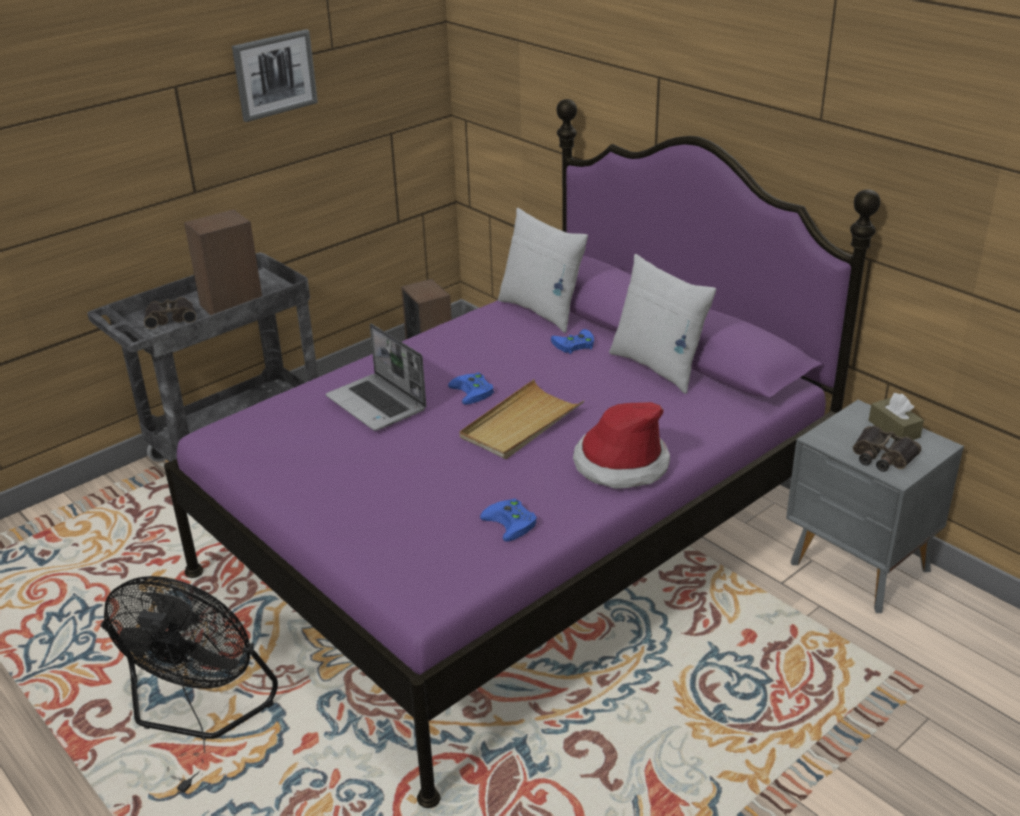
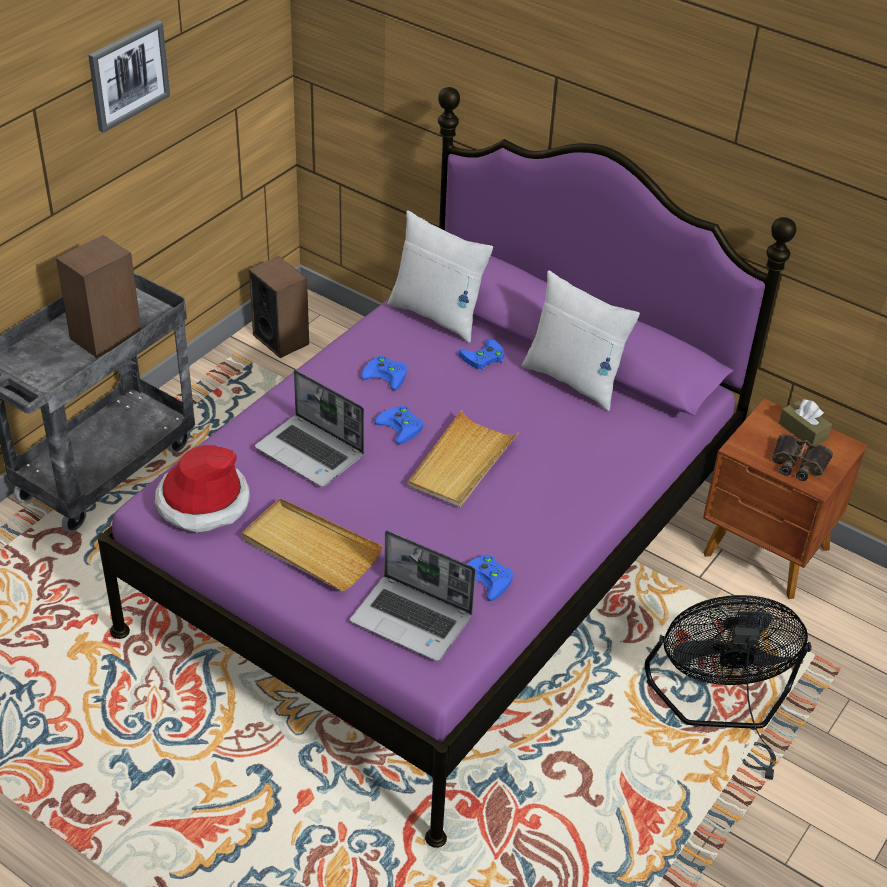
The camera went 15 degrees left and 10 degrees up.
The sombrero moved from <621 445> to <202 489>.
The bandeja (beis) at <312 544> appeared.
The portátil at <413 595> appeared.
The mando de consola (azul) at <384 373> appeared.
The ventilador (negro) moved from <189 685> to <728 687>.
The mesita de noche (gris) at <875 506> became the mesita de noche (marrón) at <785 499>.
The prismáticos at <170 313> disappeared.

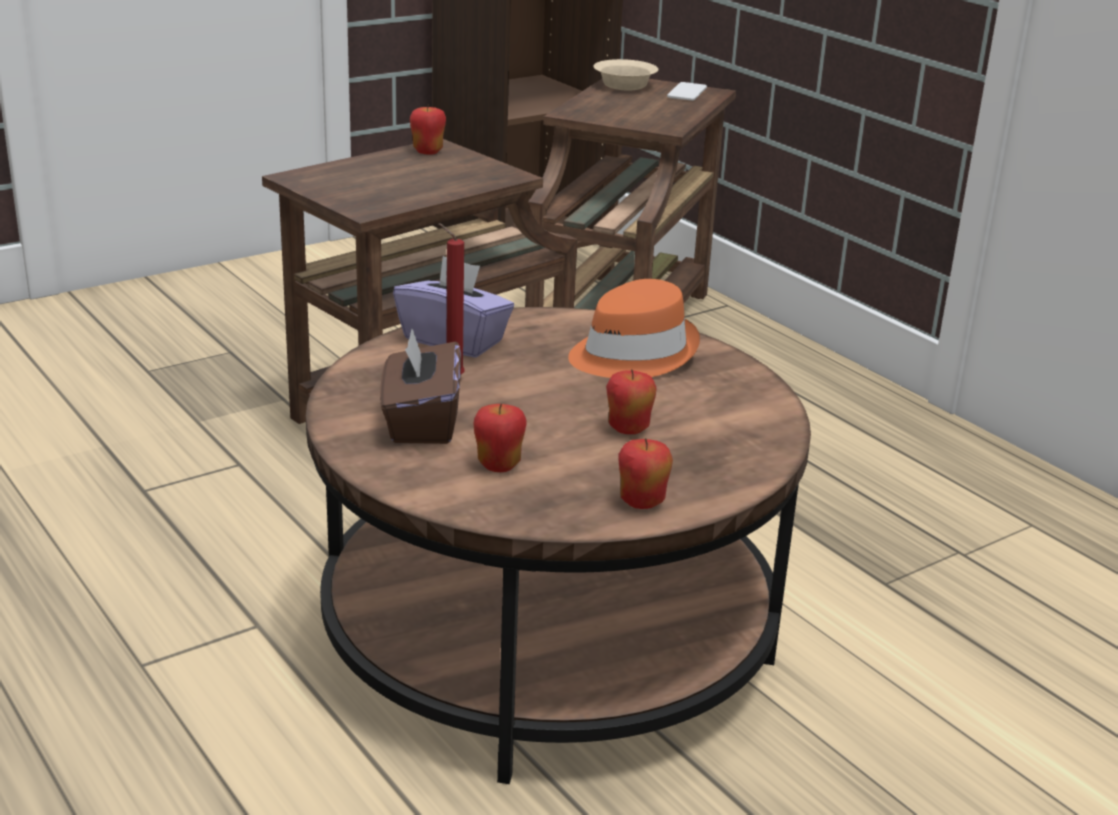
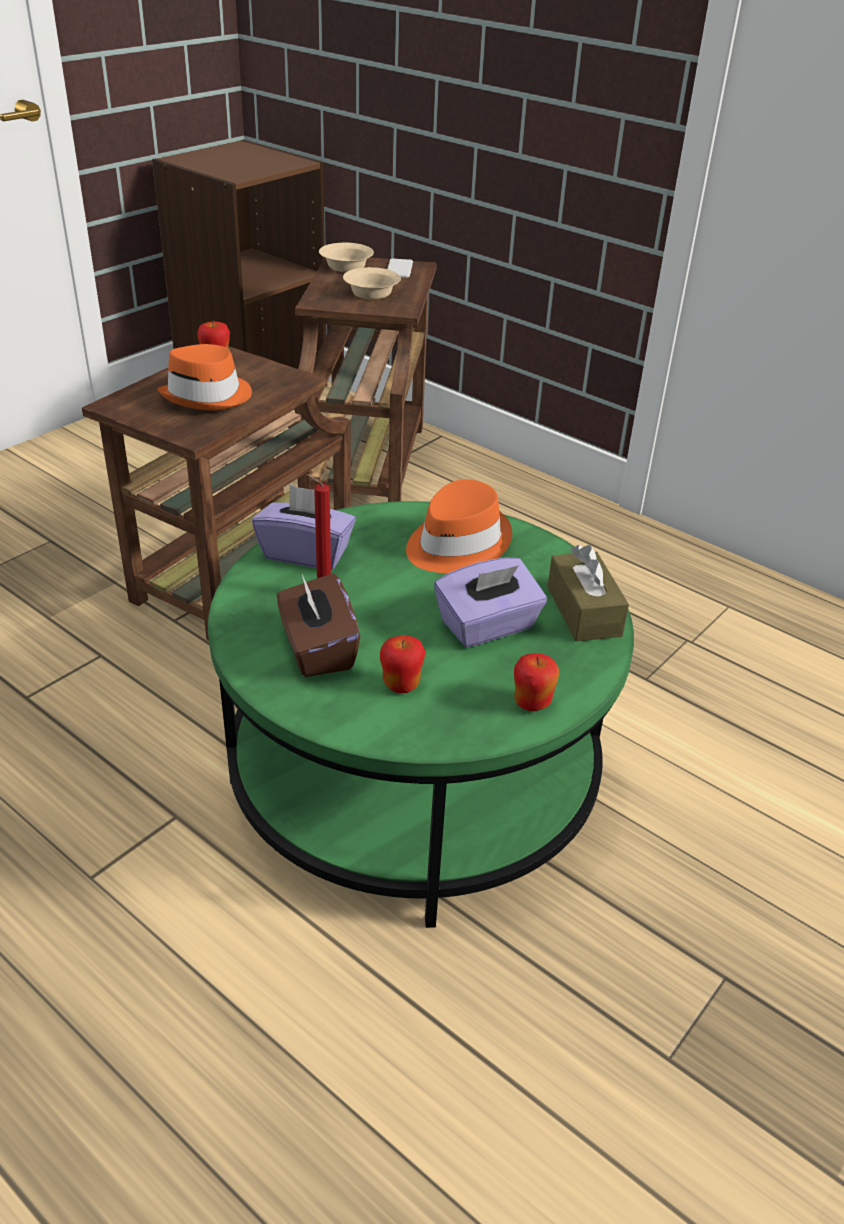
The camera went 15 degrees left and 10 degrees up.
The sombrero (naranja) at <204 377> appeared.
The mesa de centro (marrón) at <558 545> became the mesa de centro (verde) at <421 714>.
The cuenco (beis) at <372 283> appeared.
The manzana at <631 401> was replaced by the caja de pañuelos (morado) at <490 602>.
The caja de pañuelos (marrón) at <588 593> appeared.

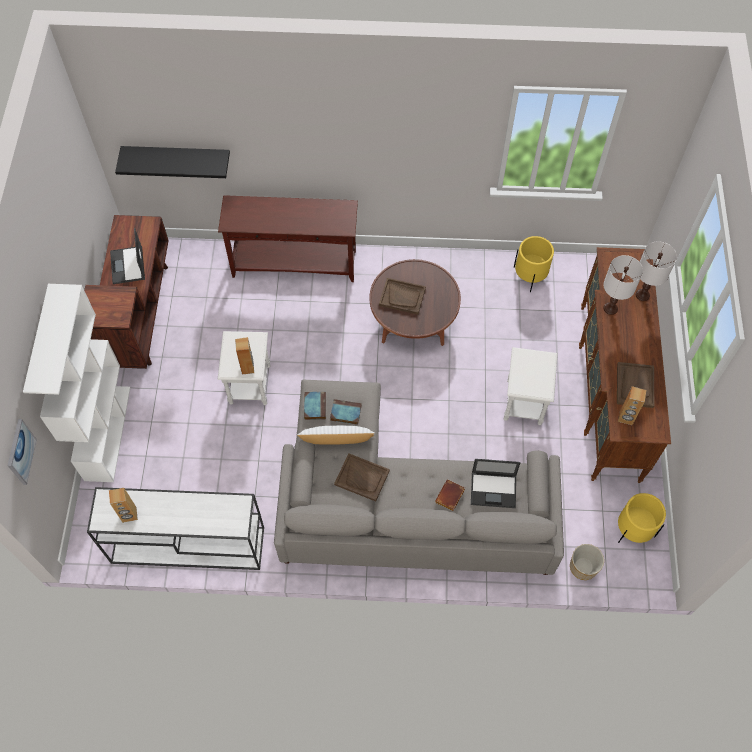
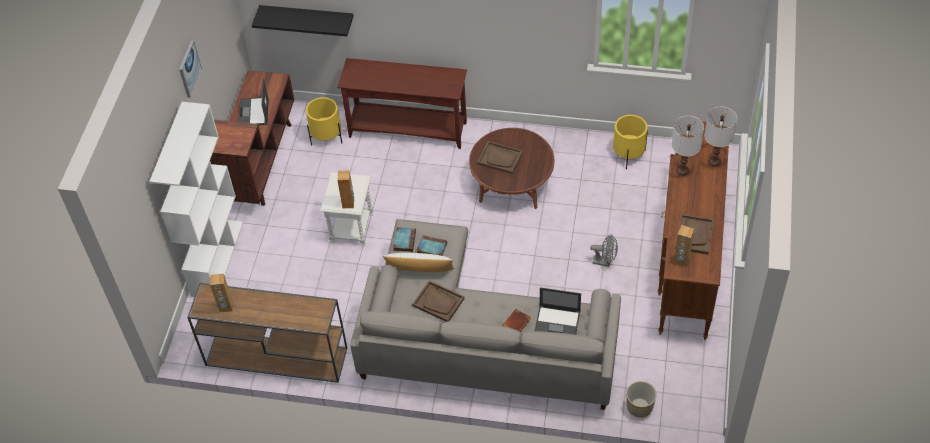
The camera went 10 degrees right and 10 degrees down.
The cuadro moved from <22 452> to <190 69>.
The mesa consola (blanco) at <175 528> became the mesa consola (marrón) at <267 333>.
The maceta (amarillo) moved from <642 518> to <324 121>.
The mesa auxiliar (blanco) at <531 386> was replaced by the ventilador (gris) at <604 250>.

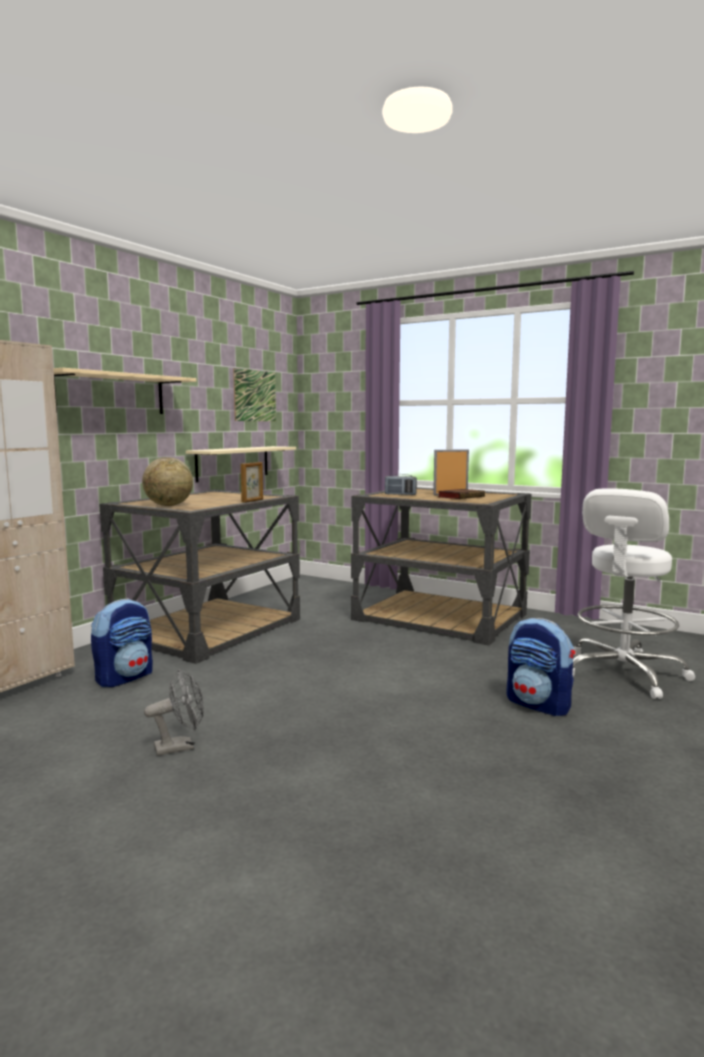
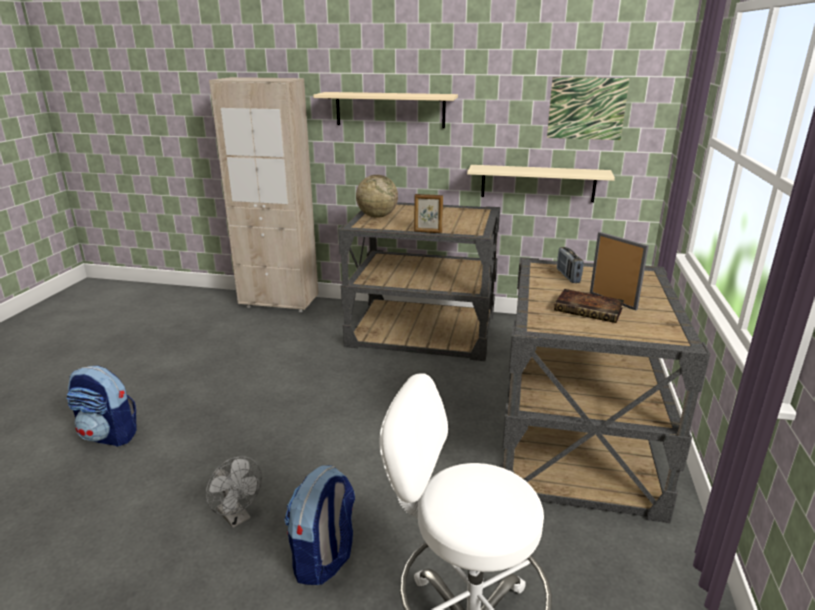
The camera went 70 degrees right and 15 degrees up.
The mochila moved from <122 642> to <102 406>.
The ventilador (gris) moved from <174 712> to <234 492>.

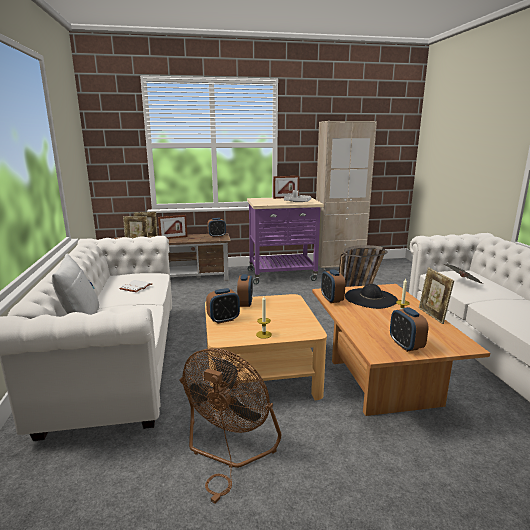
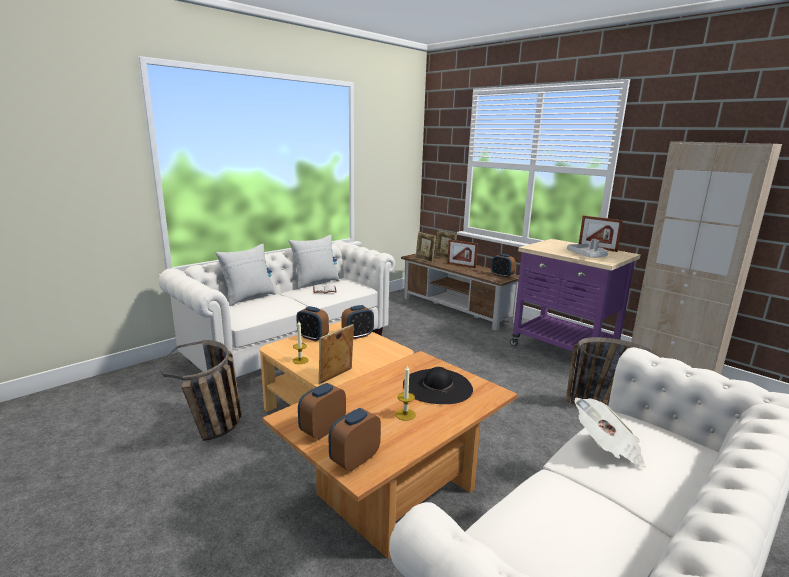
The camera went 55 degrees right and 0 degrees up.
The ventilador (marrón) at <230 426> was replaced by the cesta at <201 390>.
The cojín (gris) at <314 262> appeared.
The portarretratos moved from <436 295> to <336 354>.
The despertador moved from <333 286> to <355 439>.

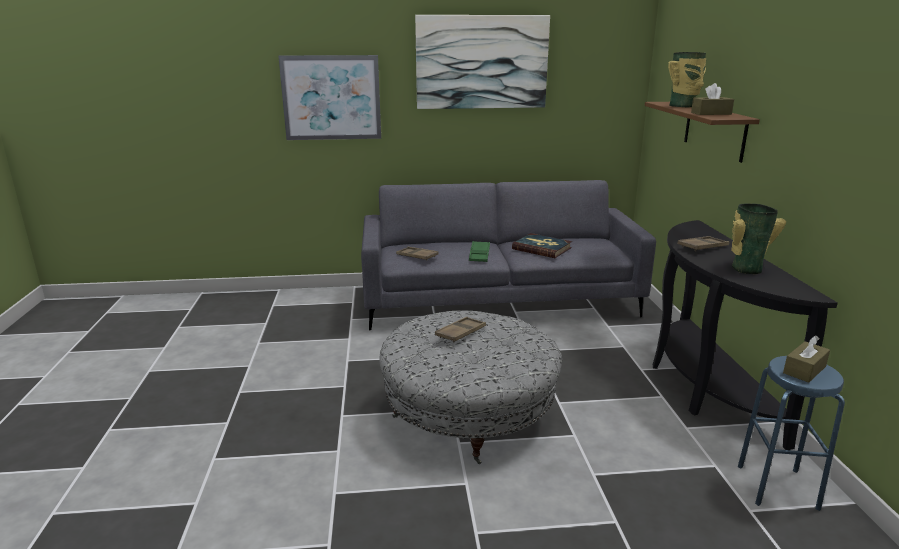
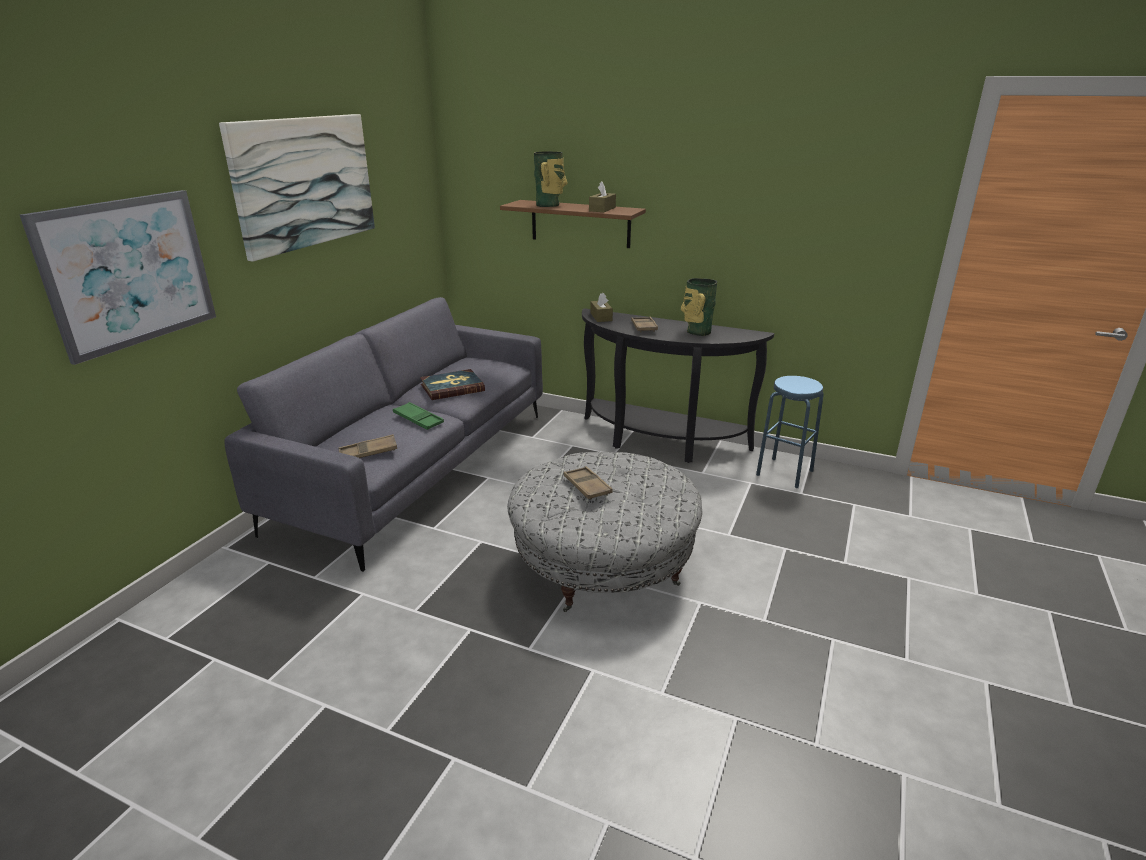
The camera went 60 degrees left and 5 degrees up.
The caja de pañuelos (marrón) moved from <806 359> to <601 307>.

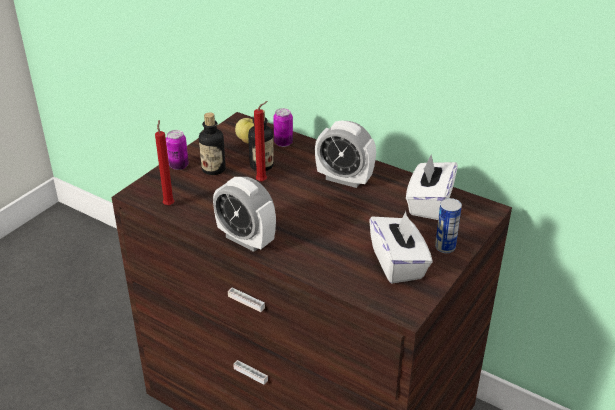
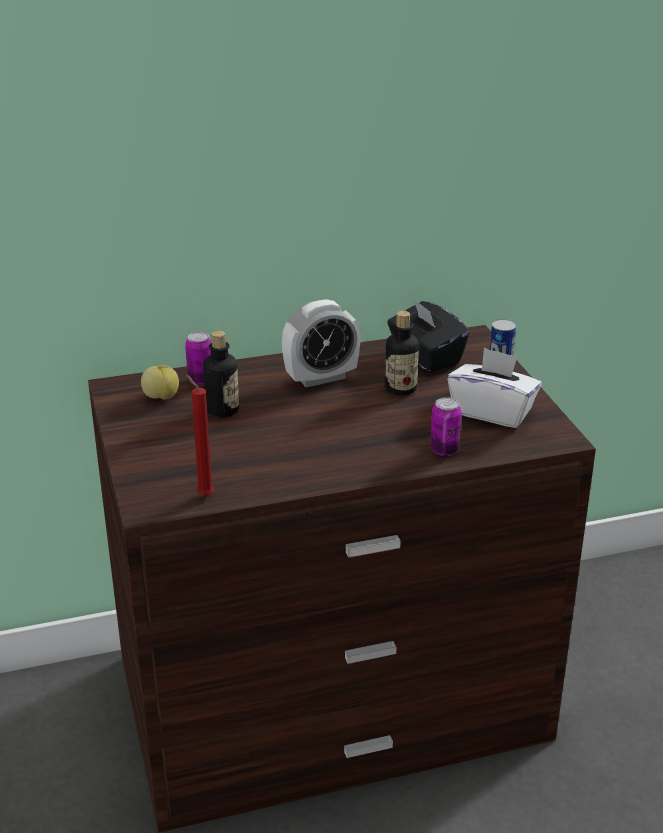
The camera went 50 degrees left and 5 degrees down.
The botella moved from <212 144> to <402 353>.
The caja de pañuelos (blanco) at <432 187> became the caja de pañuelos (negro) at <428 335>.
The lata moved from <177 150> to <446 426>.
The despertador at <244 214> disappeared.
The vela (rojo) at <261 141> disappeared.

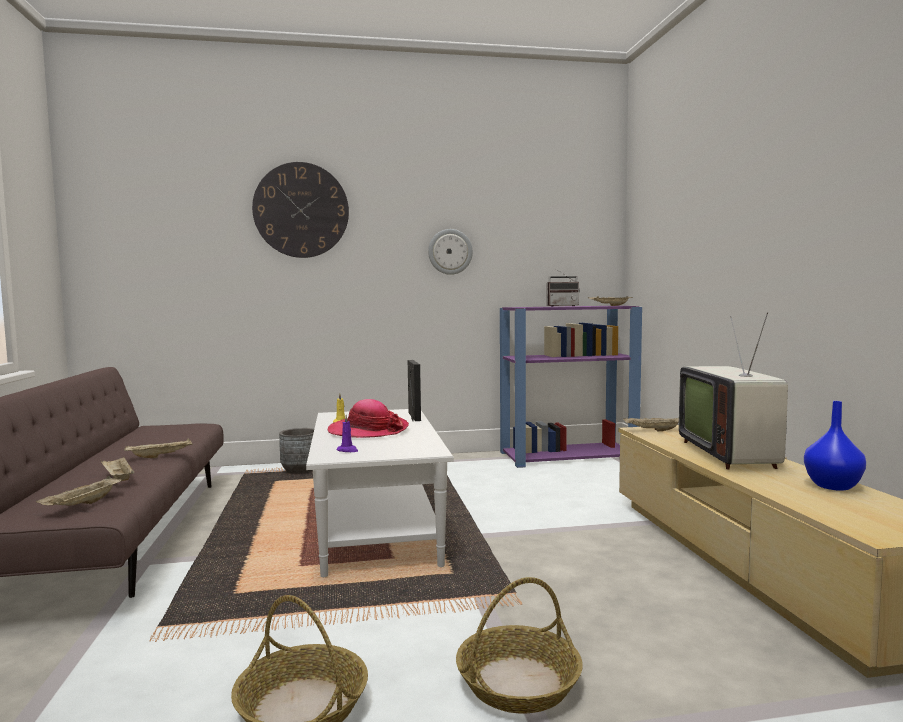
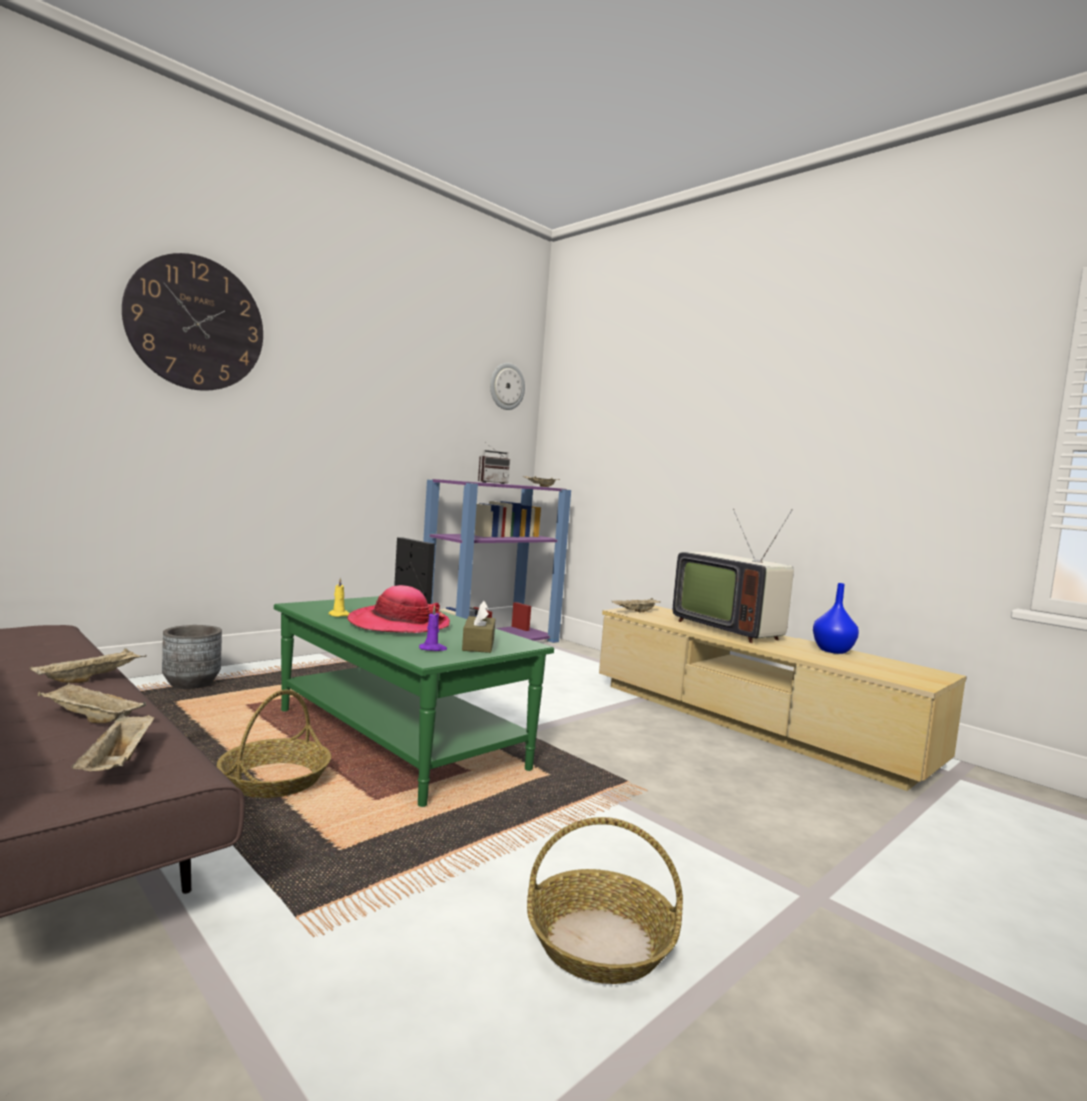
The camera went 35 degrees left and 0 degrees up.
The cesta moved from <519 645> to <274 744>.
The mesa de centro (blanco) at <380 493> became the mesa de centro (verde) at <414 701>.
The caja de pañuelos (marrón) at <478 627> appeared.
The reloj de pared moved from <450 252> to <507 386>.

